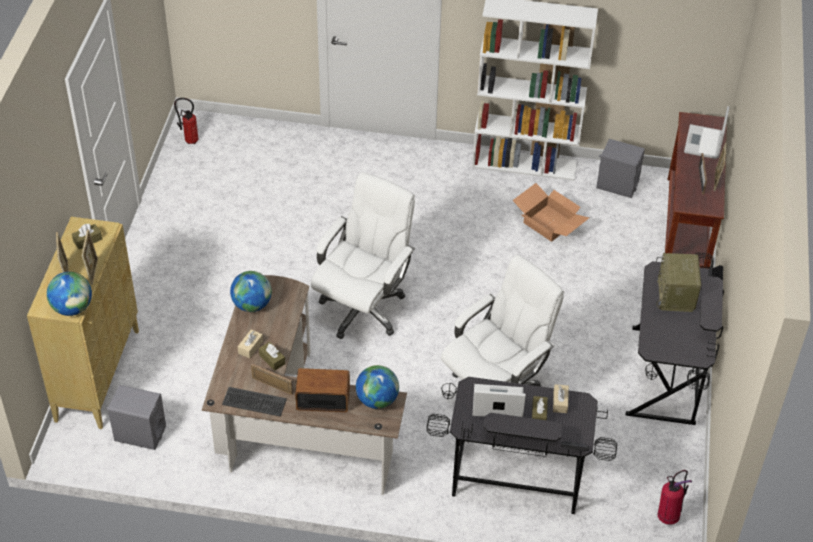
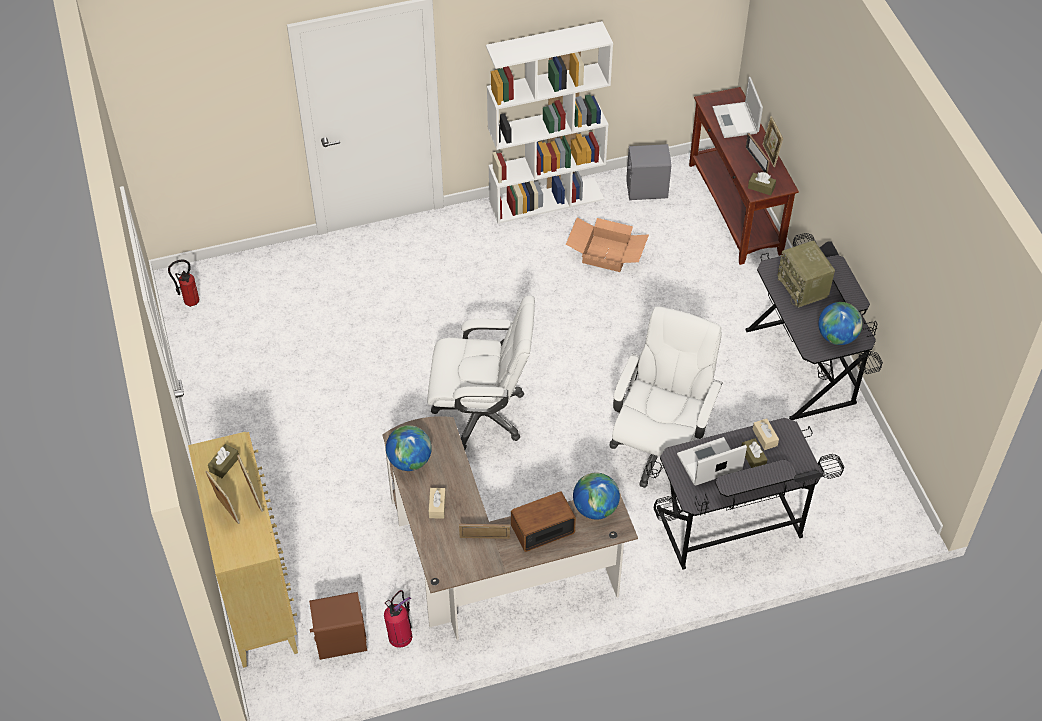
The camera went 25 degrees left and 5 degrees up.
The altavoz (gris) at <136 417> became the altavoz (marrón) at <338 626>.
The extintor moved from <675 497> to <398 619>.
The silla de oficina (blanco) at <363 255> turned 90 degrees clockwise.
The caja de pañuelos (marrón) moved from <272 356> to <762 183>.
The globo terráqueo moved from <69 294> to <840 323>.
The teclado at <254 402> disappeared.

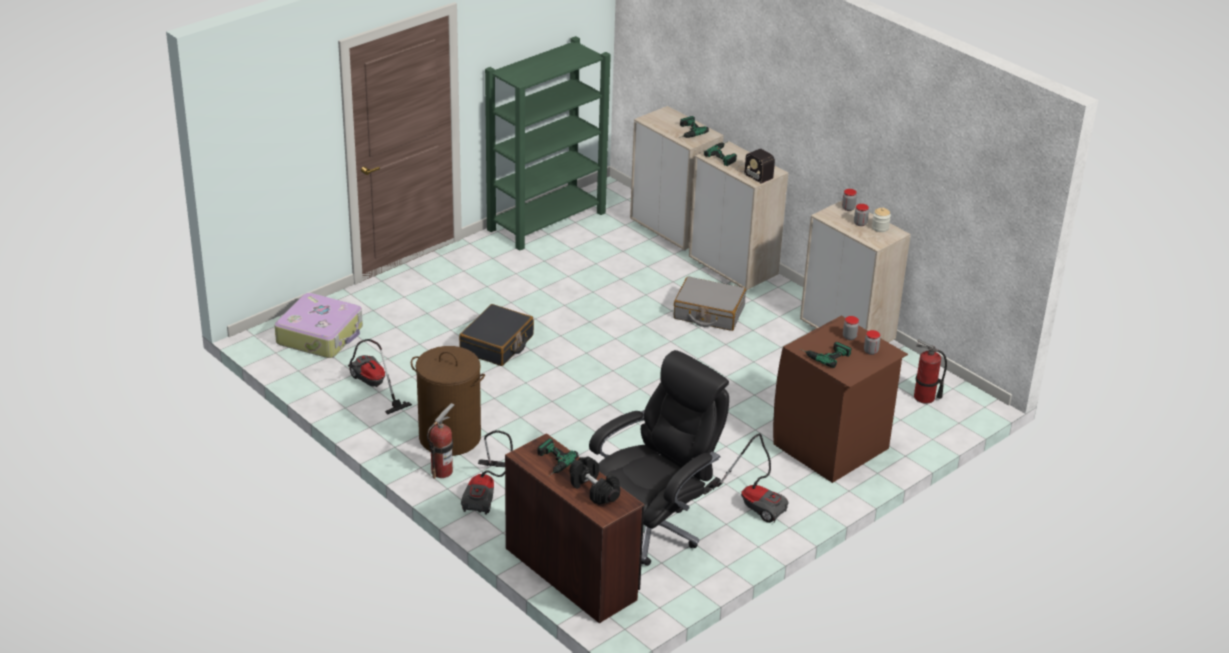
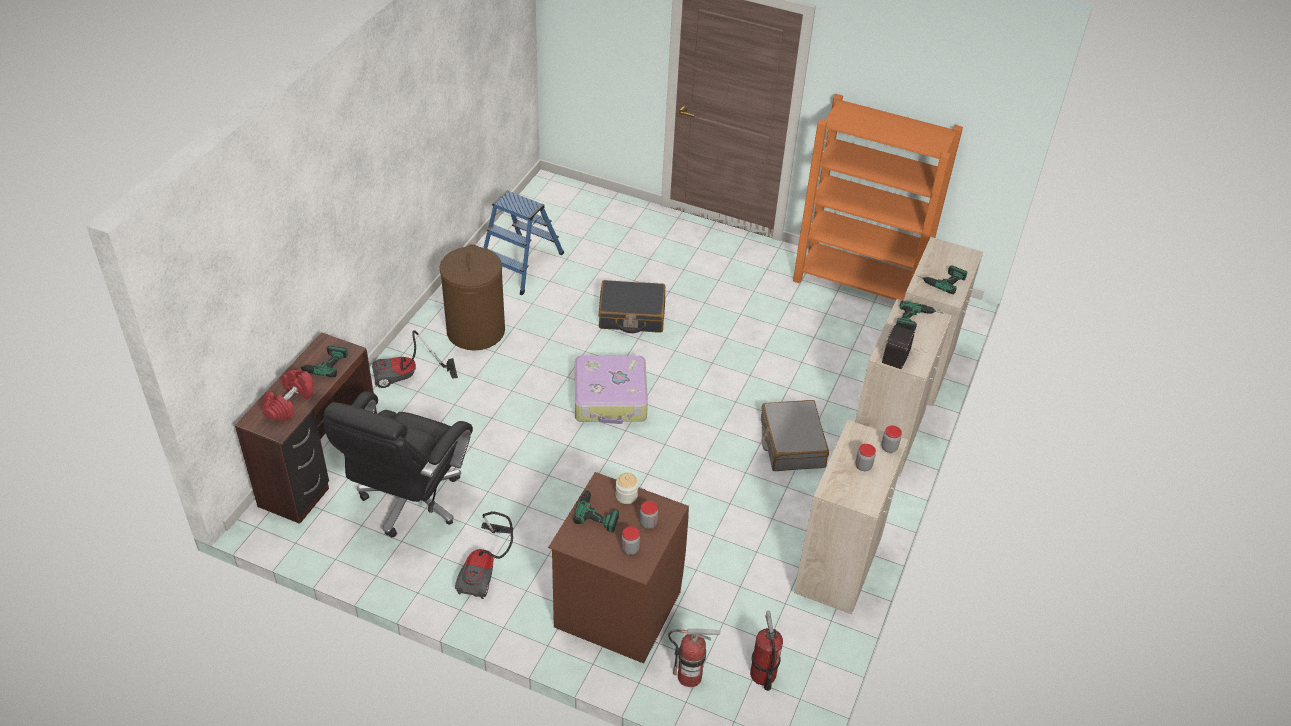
The camera went 65 degrees right and 10 degrees up.
The mancuerna (negro) at <594 481> became the mancuerna (rojo) at <287 395>.
The silla de oficina (negro) at <659 458> turned 90 degrees clockwise.
The aspiradora at <380 377> was replaced by the escalera de tijera (azul) at <523 242>.
The maleta moved from <318 325> to <611 390>.
The tarro moved from <881 220> to <627 488>.
The extintor moved from <441 441> to <694 658>.
The estantería (verde) at <548 143> became the estantería (naranja) at <878 197>.

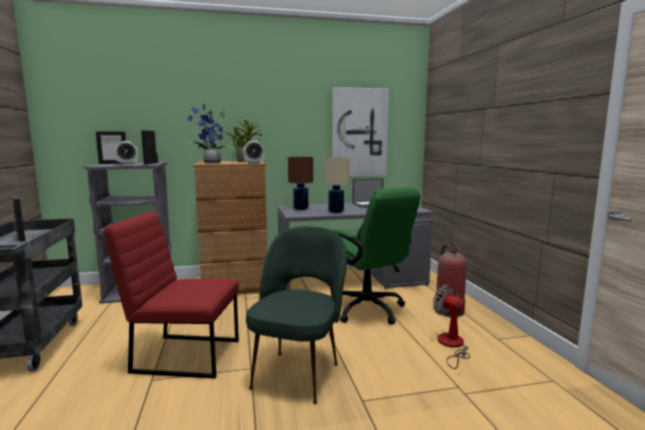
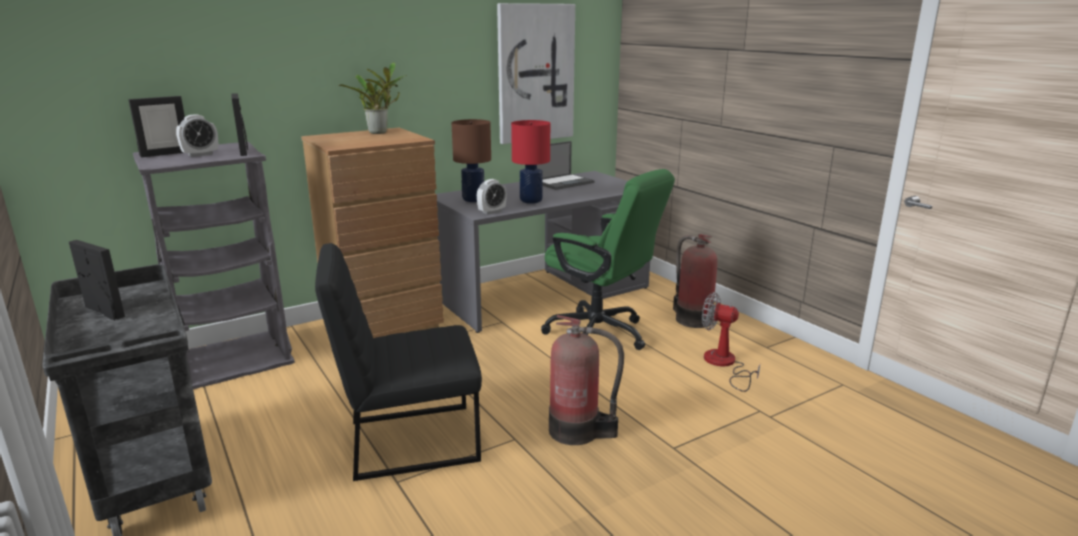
The camera went 20 degrees left and 10 degrees up.
The silla (rojo) at <171 295> became the silla (negro) at <398 362>.
The despertador moved from <253 152> to <492 197>.
The lámpara de mesa (beis) at <336 185> became the lámpara de mesa (rojo) at <530 162>.
The silla (verde) at <296 315> was replaced by the extintor at <586 380>.
The planta en maceta at <211 134> disappeared.

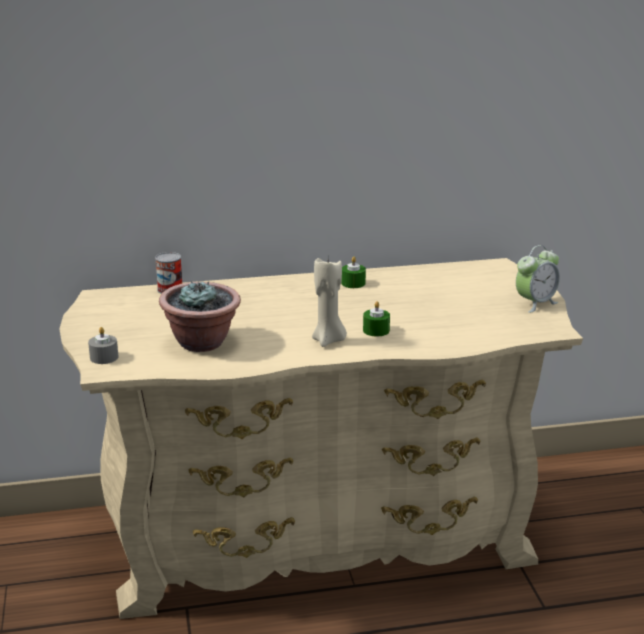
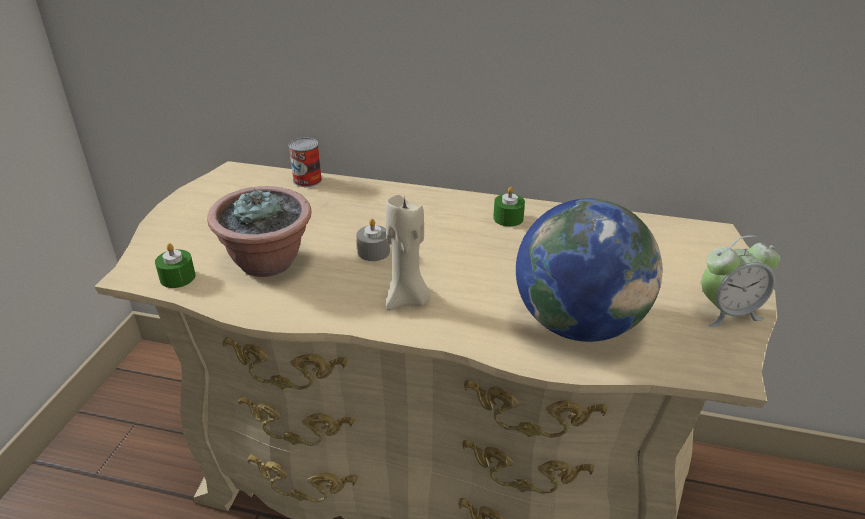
The camera went 25 degrees right and 10 degrees up.
The vela (verde) moved from <376 318> to <175 265>.
The vela (gris) moved from <103 345> to <373 239>.
The globo terráqueo at <589 270> appeared.

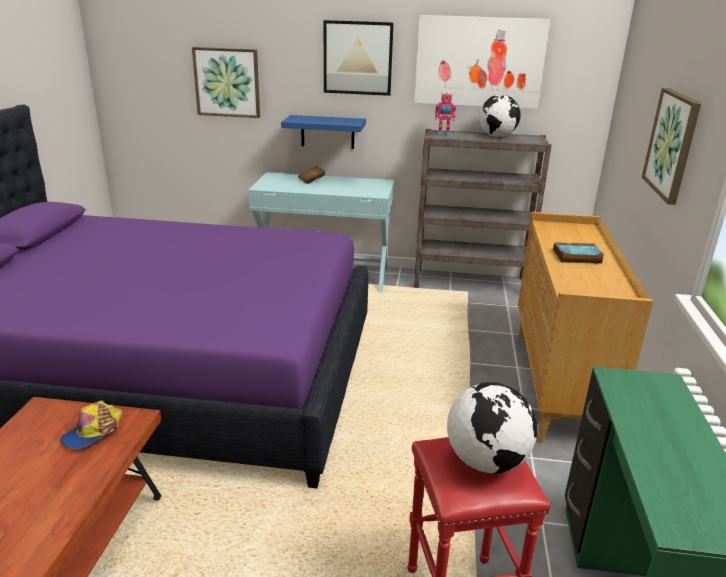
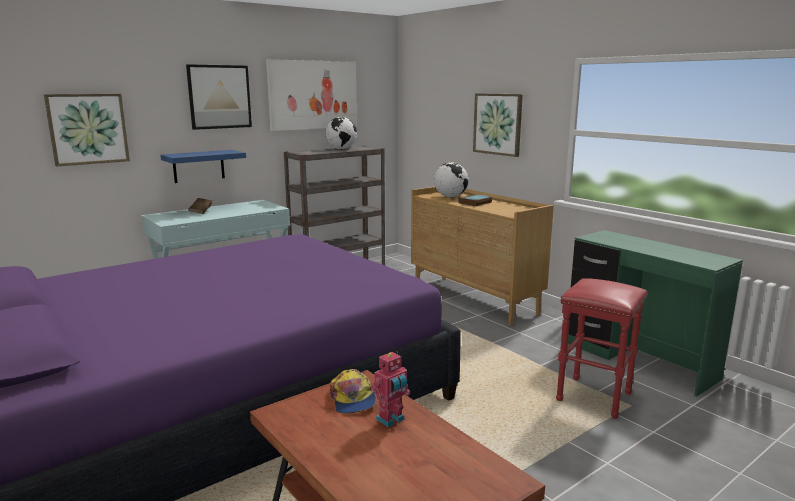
The camera went 45 degrees left and 10 degrees down.
The robot de juguete moved from <445 114> to <391 389>.
The globo terráqueo moved from <492 428> to <451 180>.

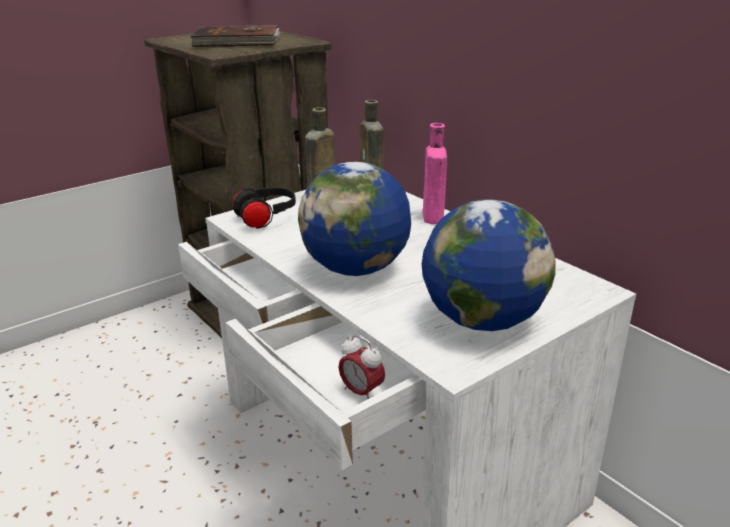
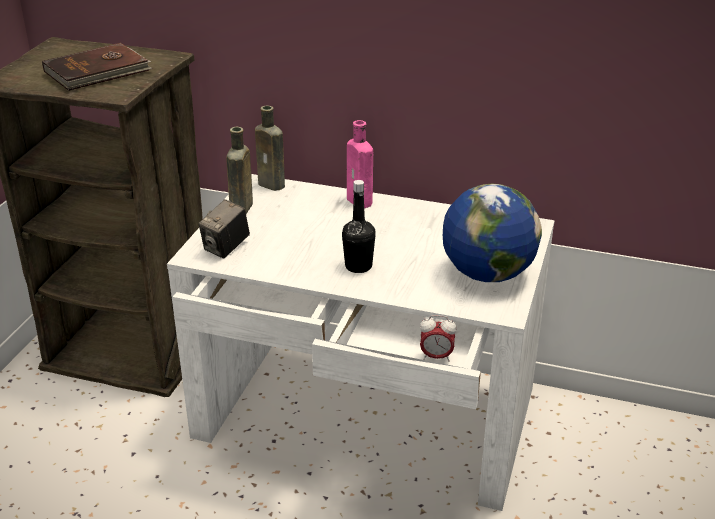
The camera went 35 degrees left and 5 degrees up.
The auriculares (negro) at <263 208> was replaced by the cámara at <224 228>.
The globo terráqueo at <354 219> was replaced by the botella (negro) at <359 226>.

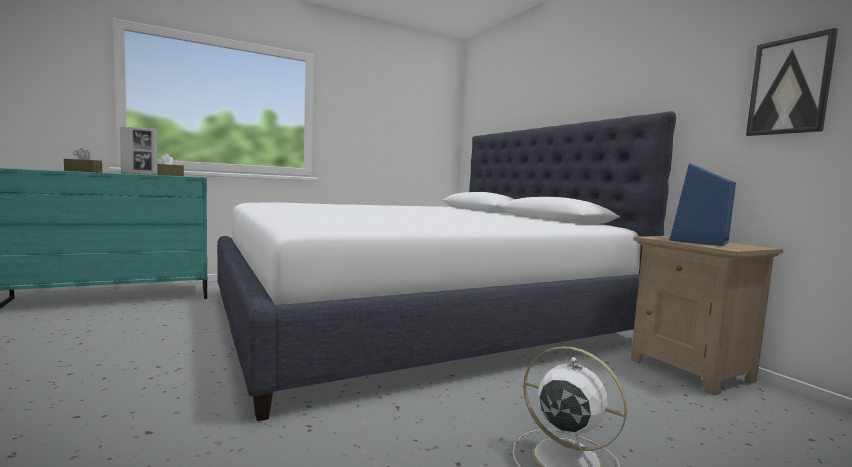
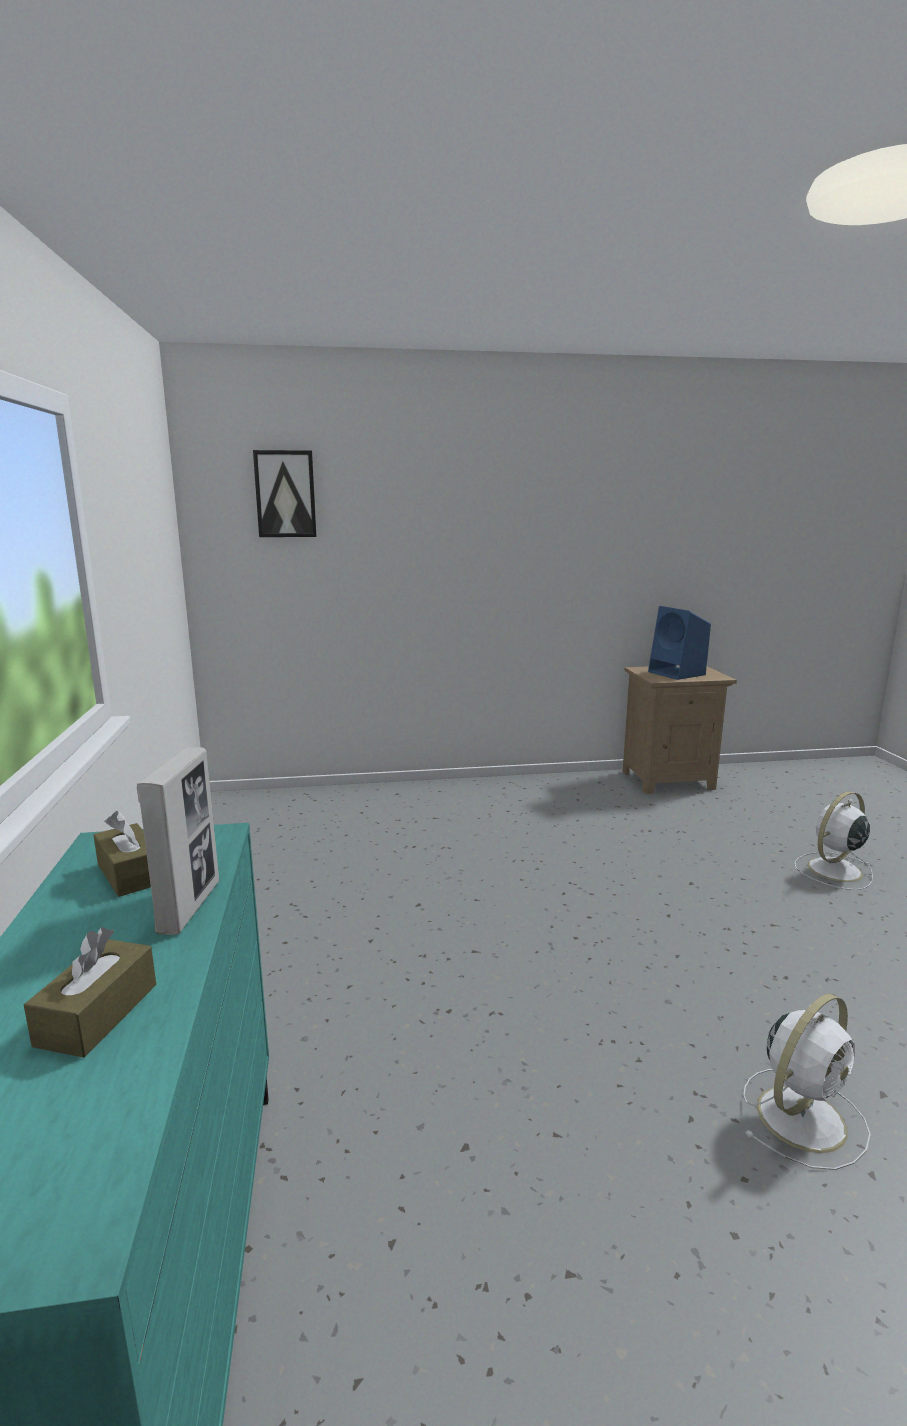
The camera went 70 degrees left and 10 degrees up.
The cuadro moved from <792 82> to <284 493>.
The ventilador (blanco) at <807 1082> appeared.
The cama (blanco) at <446 266> disappeared.

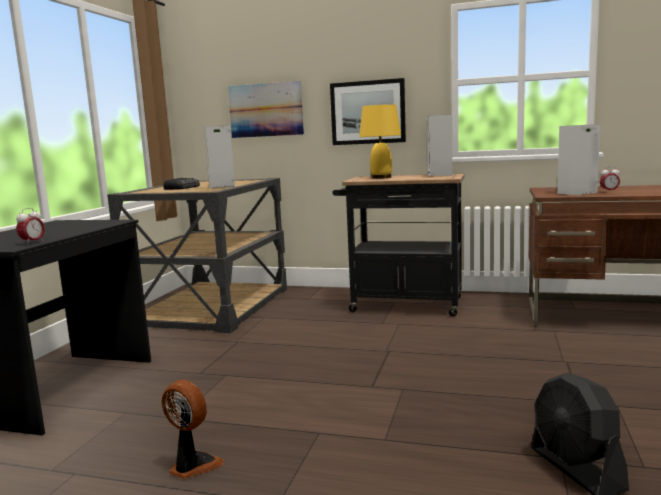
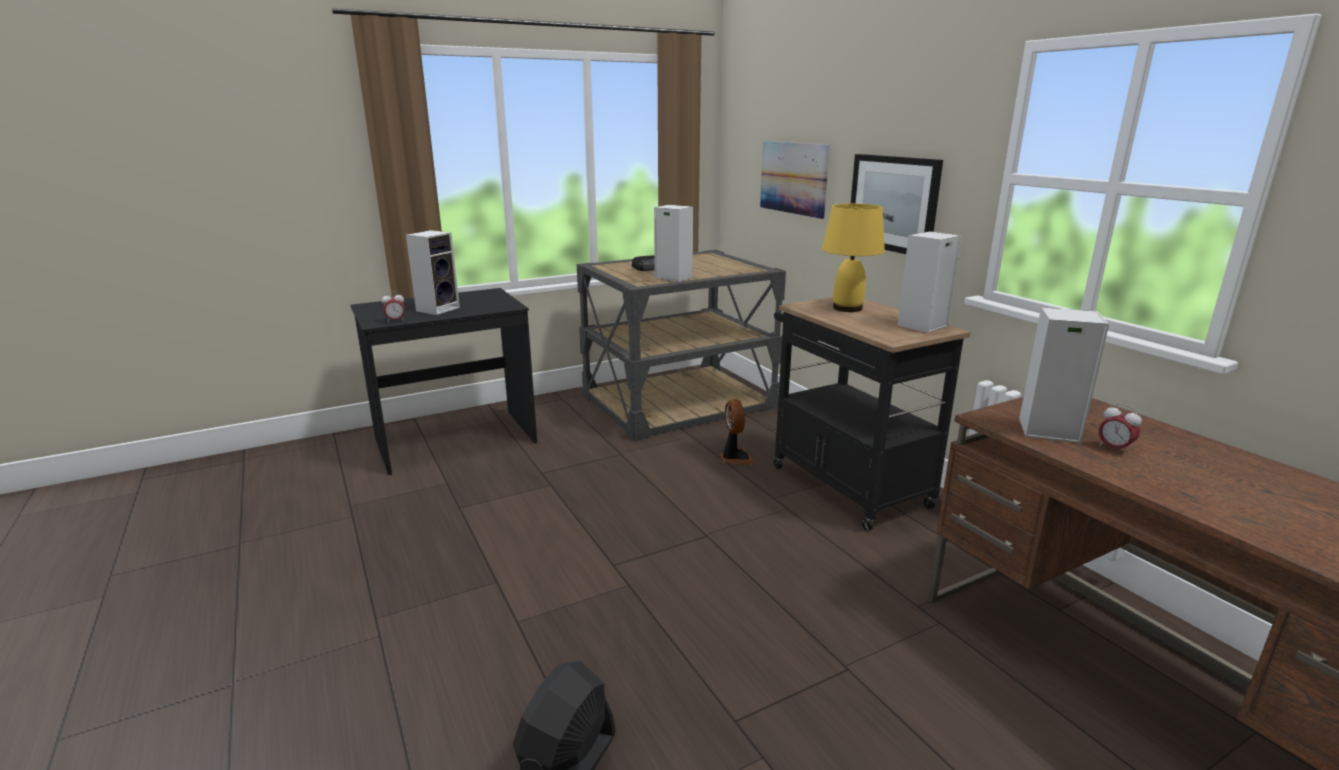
The camera went 45 degrees right and 10 degrees up.
The altavoz at <433 272> appeared.
The ventilador moved from <193 429> to <736 432>.

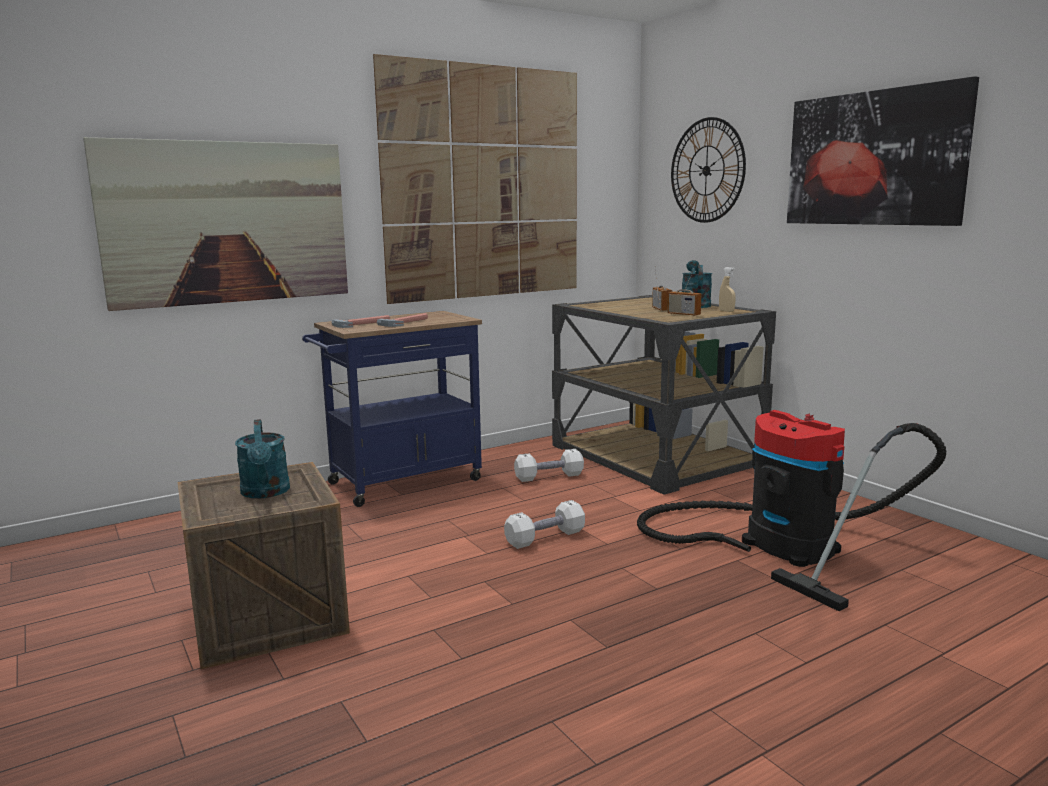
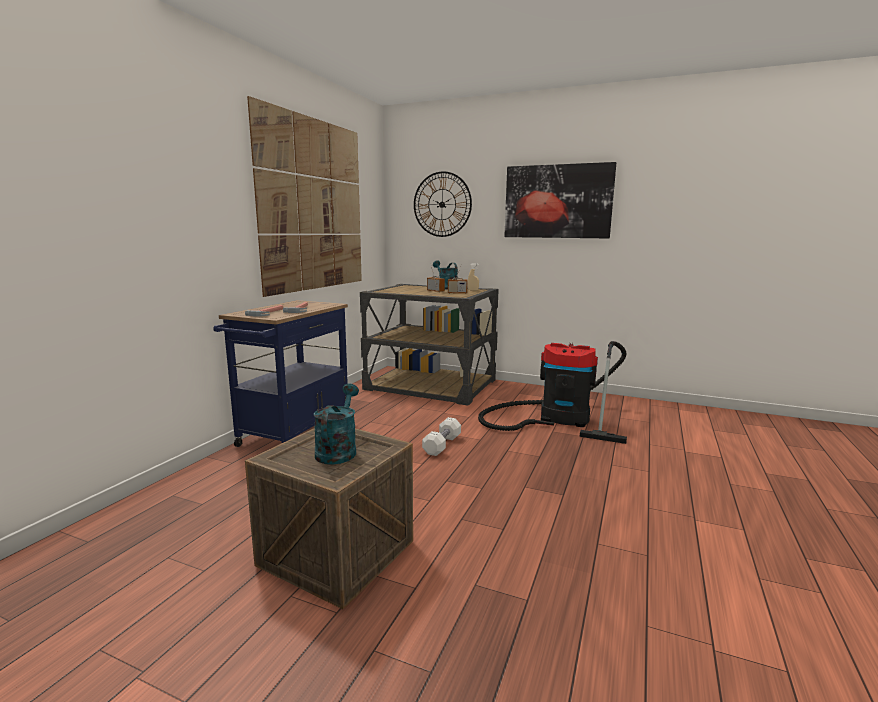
The camera went 35 degrees left and 0 degrees up.
The regadera (turquesa) at <262 458> turned 120 degrees counterclockwise.
The cuadro at <215 224> disappeared.
The mancuerna (blanco) at <549 465> disappeared.

